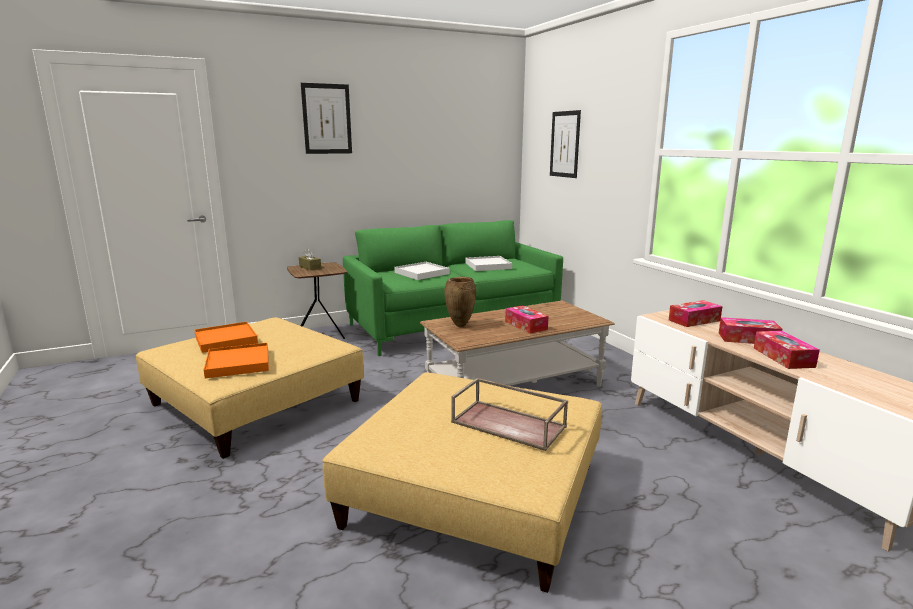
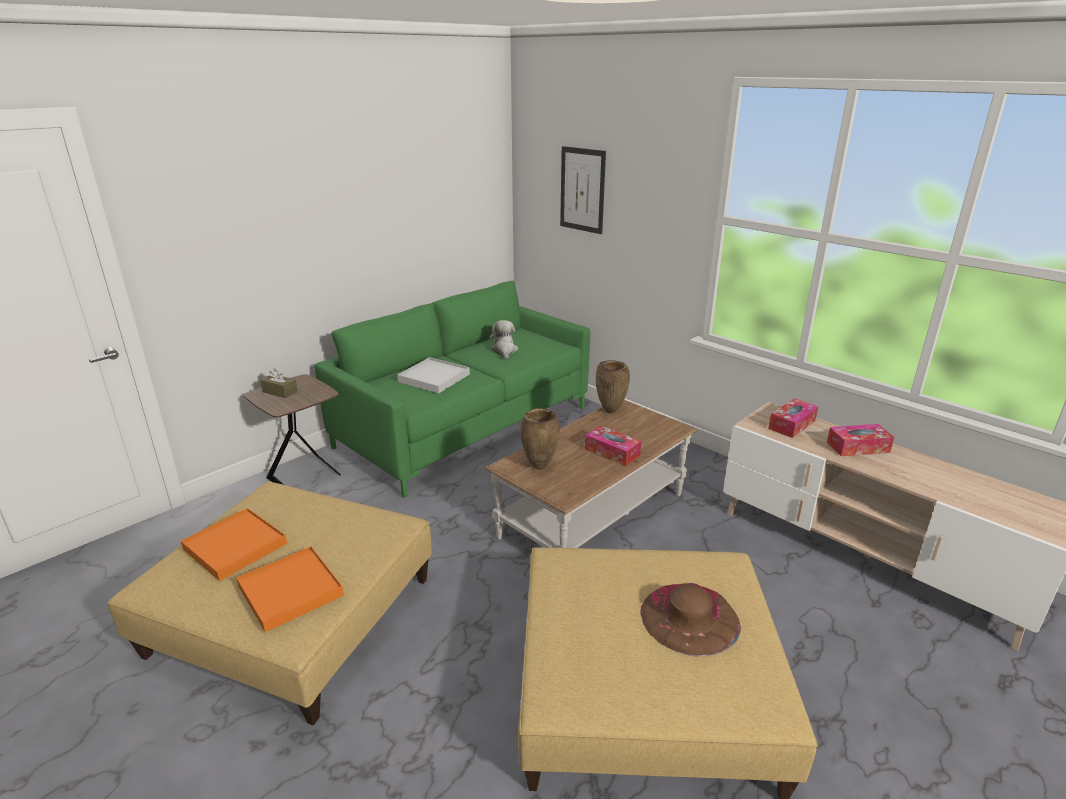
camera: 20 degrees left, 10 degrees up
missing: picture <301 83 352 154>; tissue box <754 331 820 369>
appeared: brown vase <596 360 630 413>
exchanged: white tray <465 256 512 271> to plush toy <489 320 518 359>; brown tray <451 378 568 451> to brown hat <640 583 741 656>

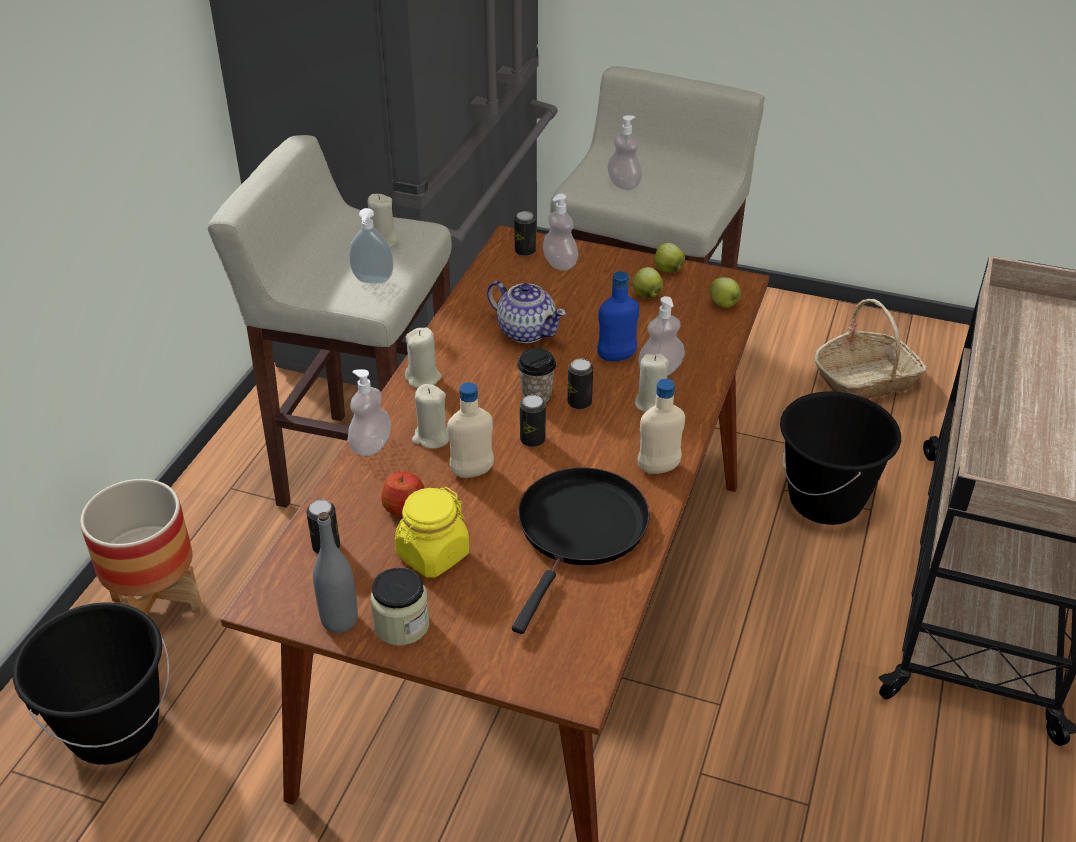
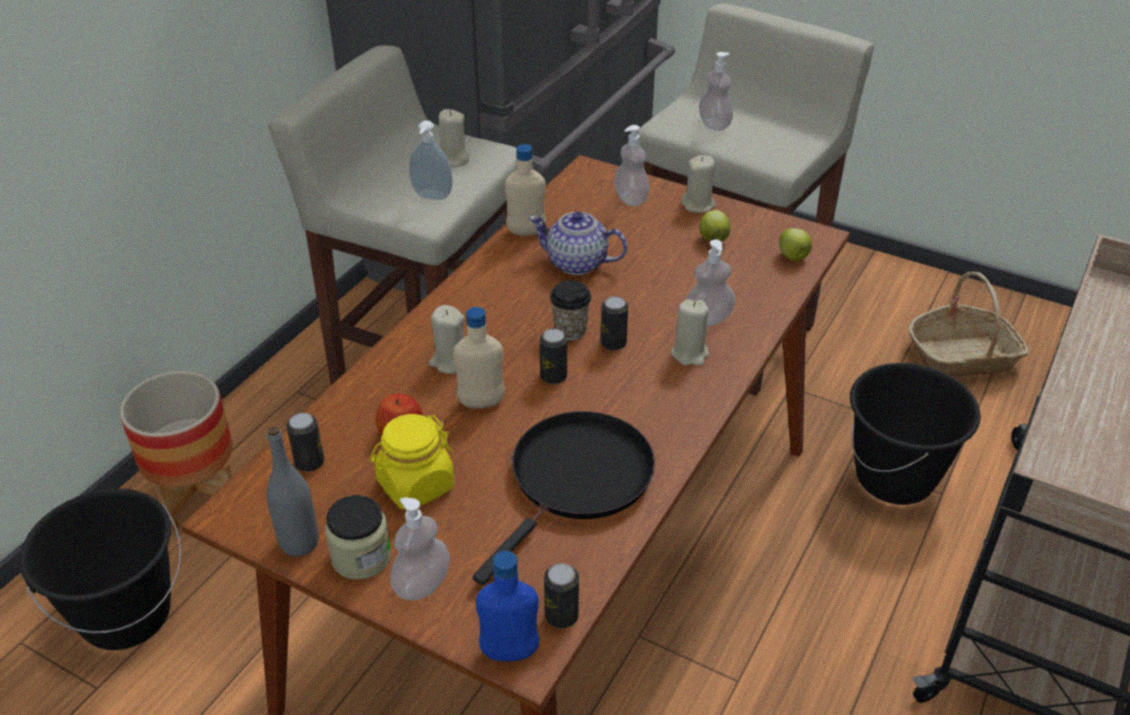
camera: 10 degrees right, 0 degrees up
missing: apple <654 243 685 272>
relocated: soap dispenser <348 369 391 456> to <390 497 450 600>; blue bottle <597 271 639 361> to <476 551 540 662>; beige bottle <638 379 685 474> to <505 144 546 236>; can <514 211 536 256> to <544 563 579 628>; beige candle <405 328 442 388> to <681 155 716 213>
spun: teapot <487 281 566 343> = <529 211 627 275> 150 degrees clockwise

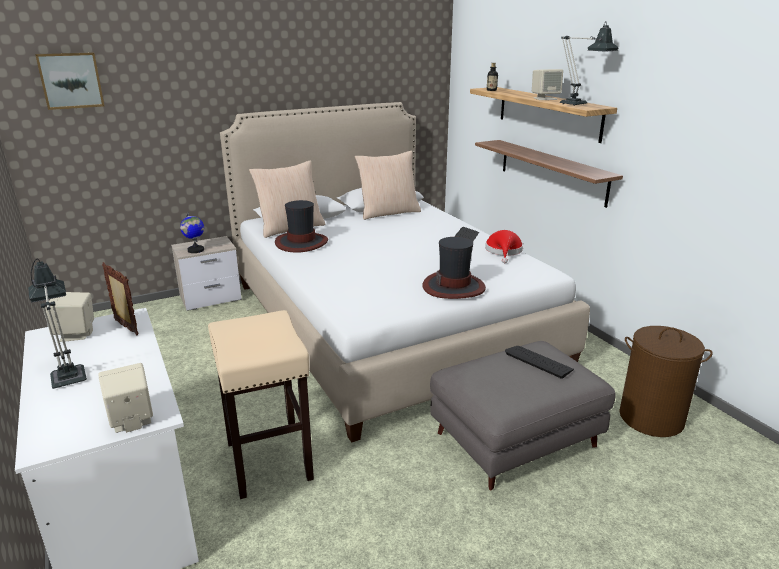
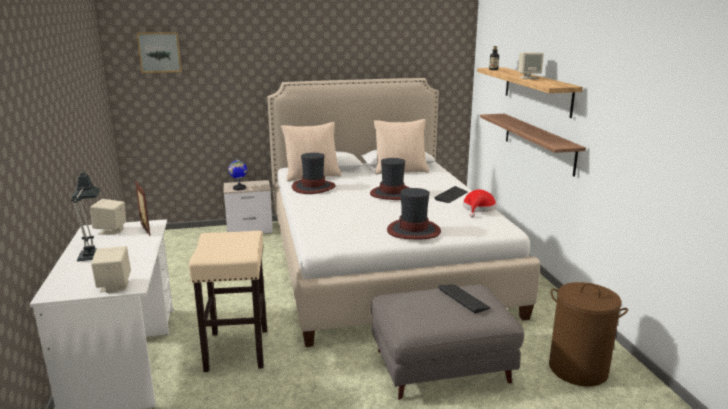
camera: 15 degrees right, 5 degrees down
missing: table lamp <560 22 619 106>
appeared: hat <370 158 410 200>

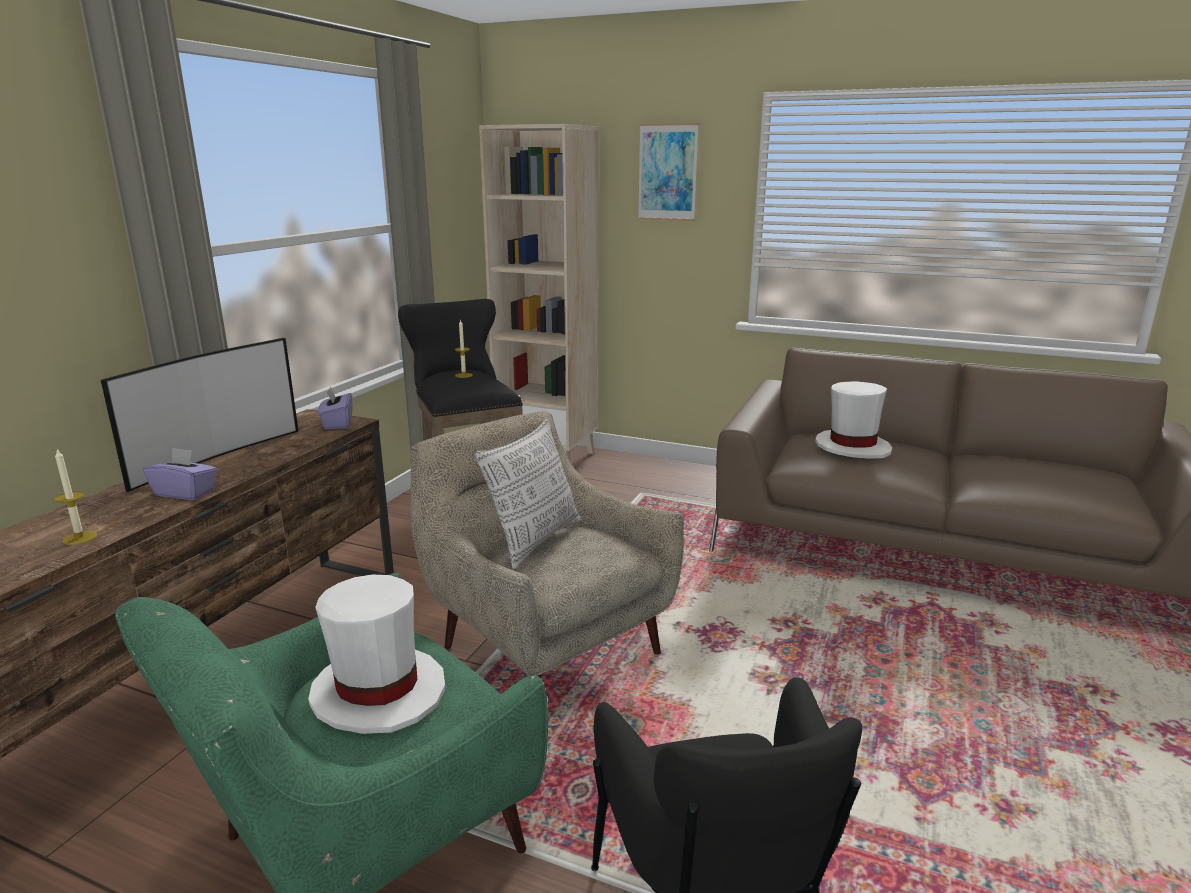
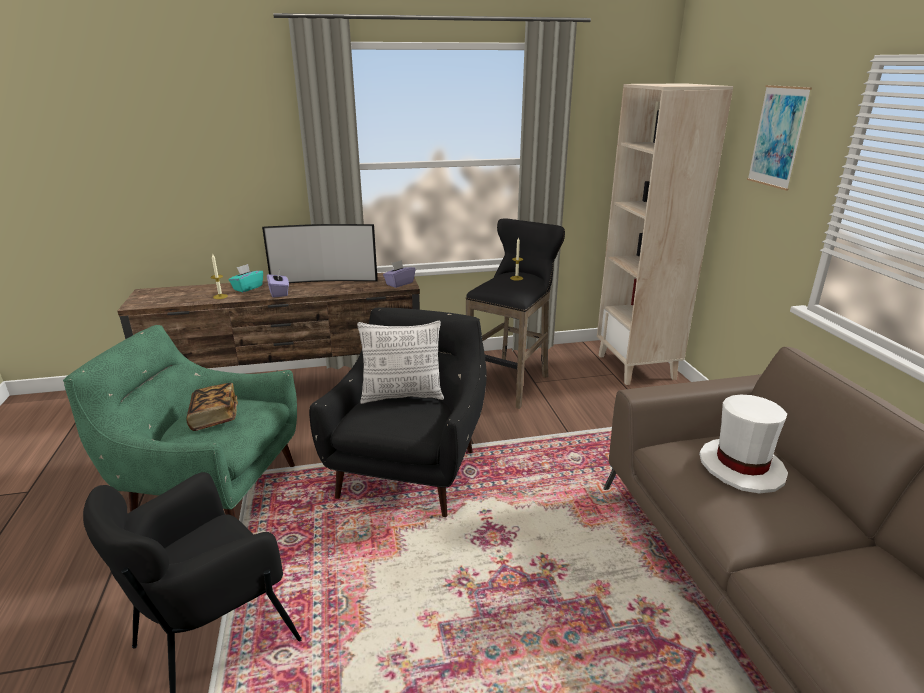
camera: 55 degrees right, 5 degrees up
appeared: turquoise tissue box <229 264 263 292>
exchanged: white hat <308 575 446 734> to book <186 383 238 431>
colour: beige armchair <410 411 684 678> to black armchair <309 308 487 517>

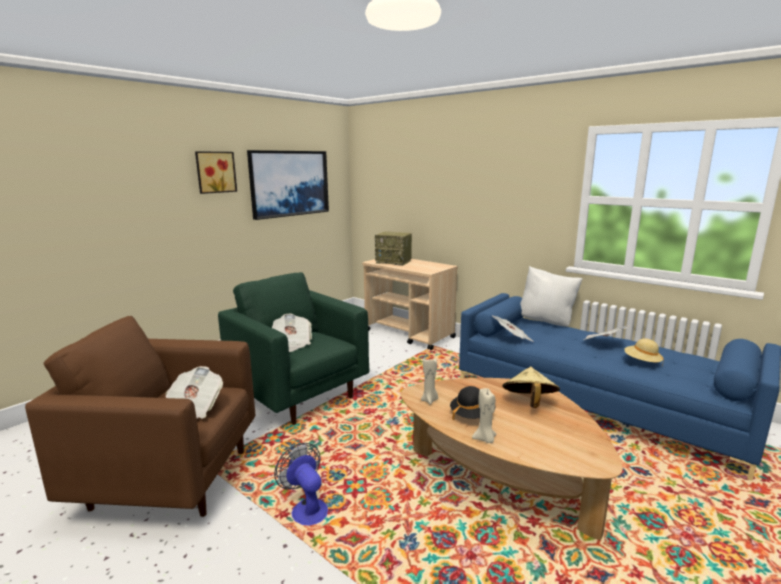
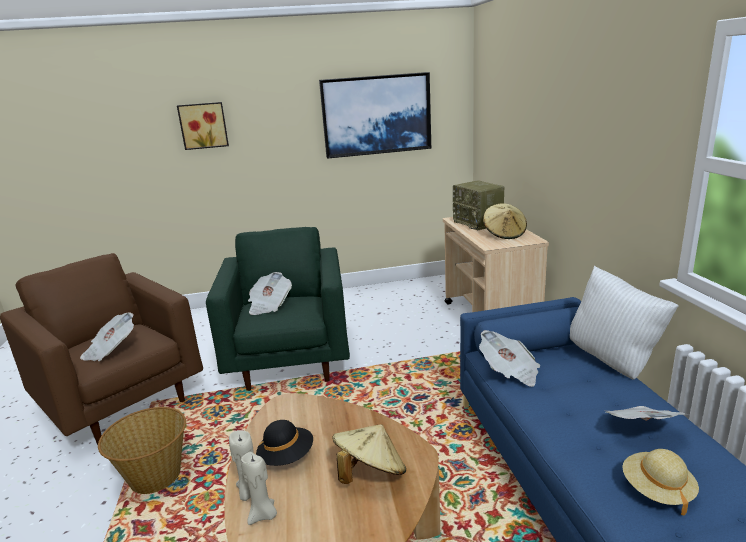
camera: 40 degrees right, 5 degrees up
appeared: beige hat <483 203 527 239>
relocated: picture <195 151 237 194> to <177 102 229 150>; beige candle <421 358 438 405> to <241 452 277 525>
exchanged: fan <274 443 328 525> to basket <98 407 186 494>

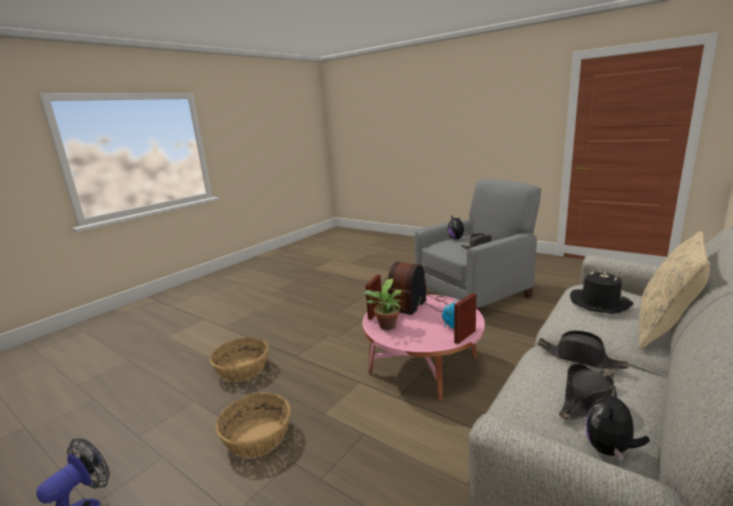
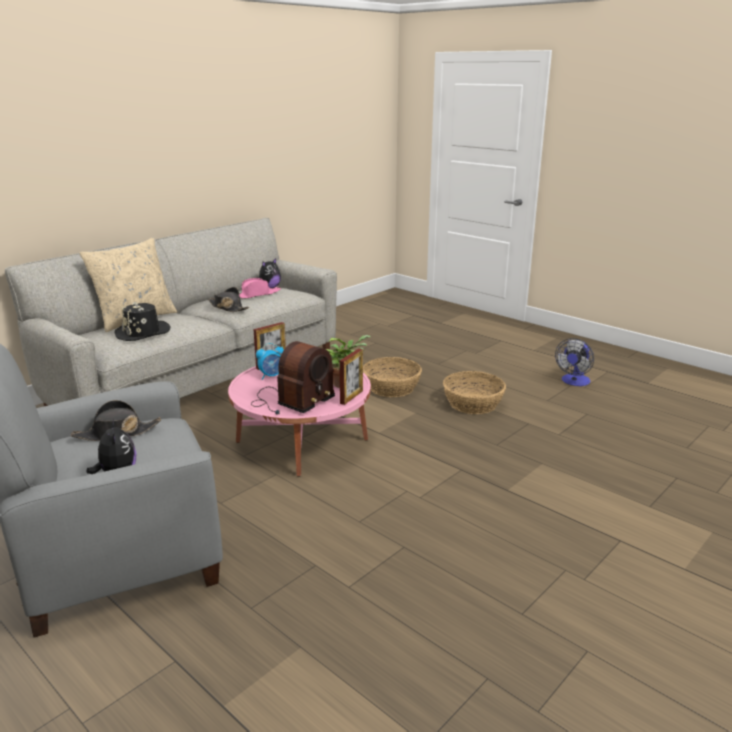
camera: 175 degrees left, 5 degrees up
relocated: basket <210 337 268 382> to <363 357 422 397>
colour: black hat <559 363 614 420> to pink hat <239 278 281 299>

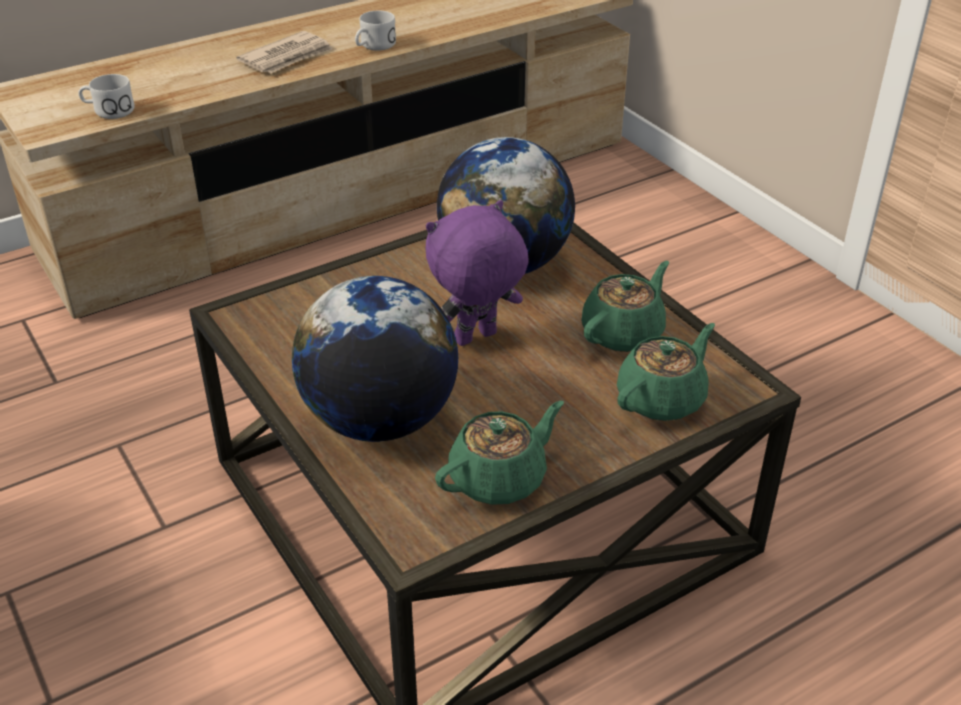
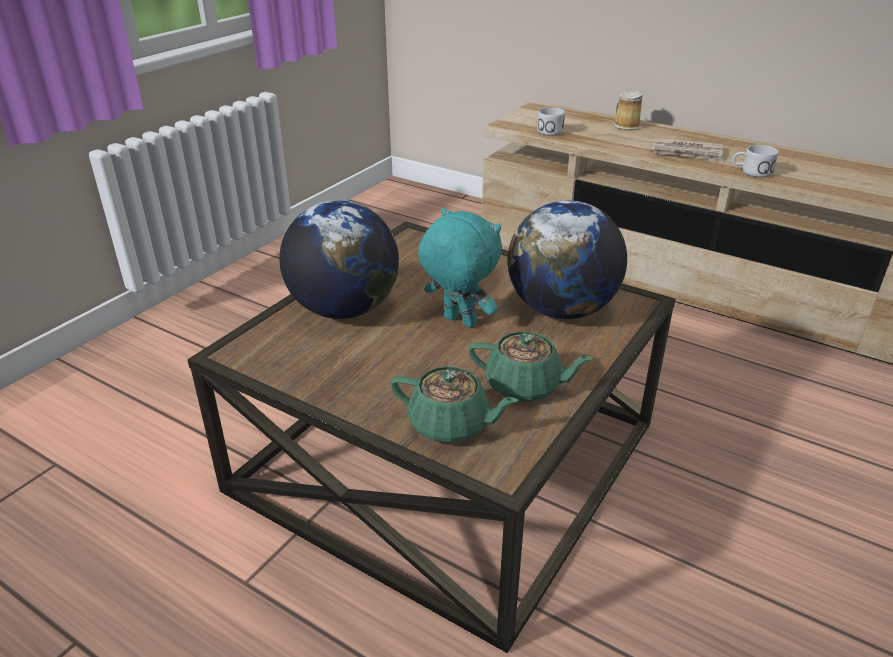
camera: 65 degrees right, 5 degrees down
missing: green teapot <435 401 564 505>
appeared: mug <614 90 644 130>
colour: purple plush toy <426 200 529 346> to turquoise plush toy <418 208 502 327>

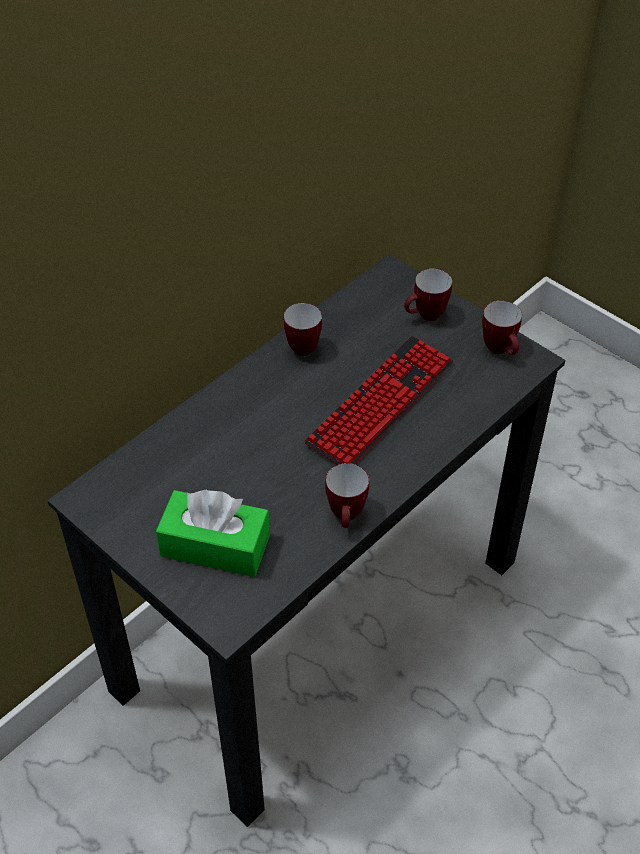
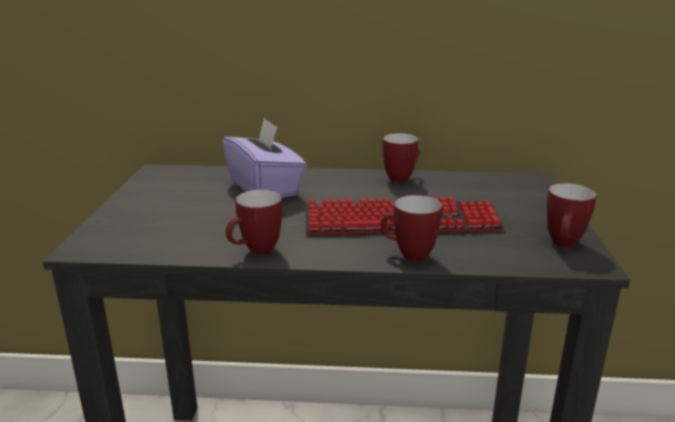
camera: 50 degrees right, 25 degrees down
missing: green tissue box <156 490 270 577>
appeared: purple tissue box <222 118 307 198>
relocated: mug <404 269 452 321> to <381 195 442 262>

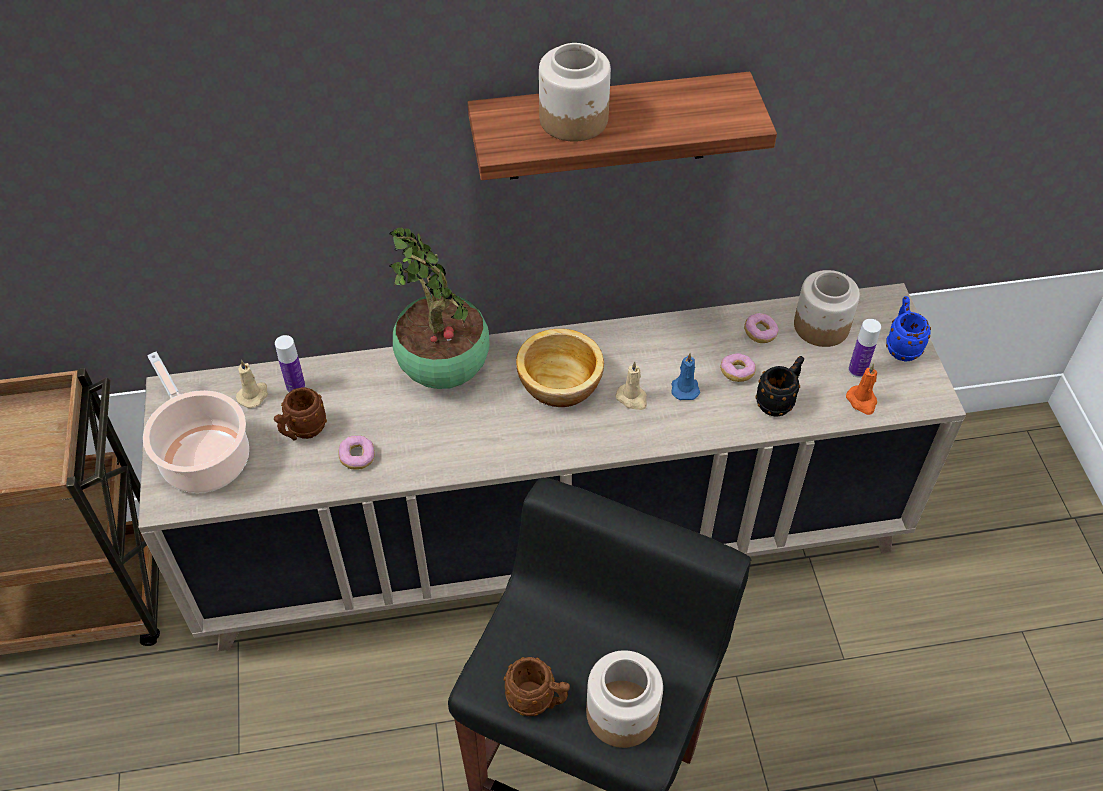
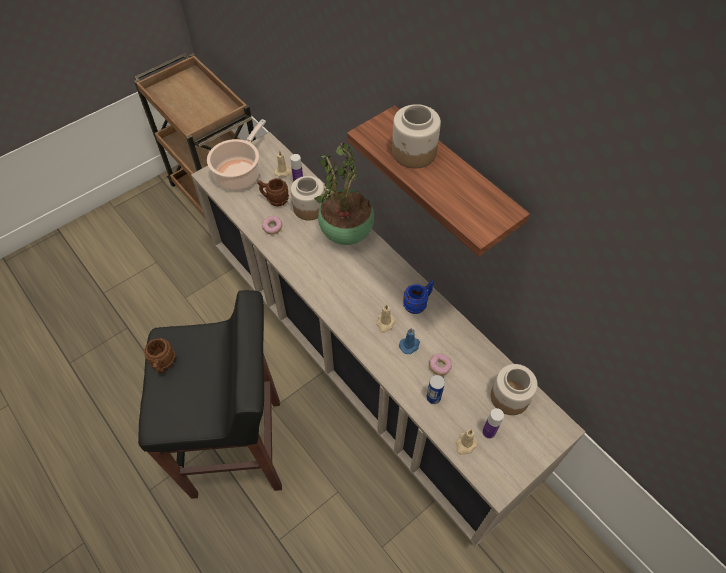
camera: 60 degrees right, 5 degrees up
missing: bowl <516 329 604 407>; donut <744 313 778 343>
relocated: jar <586 650 663 748> to <291 176 325 220>; blue mug <886 296 931 361> to <403 280 434 314>
exchanged: black mug <756 356 804 417> to can <426 375 445 404>
colour: orange candle <846 364 877 415> to beige candle <456 429 478 455>

